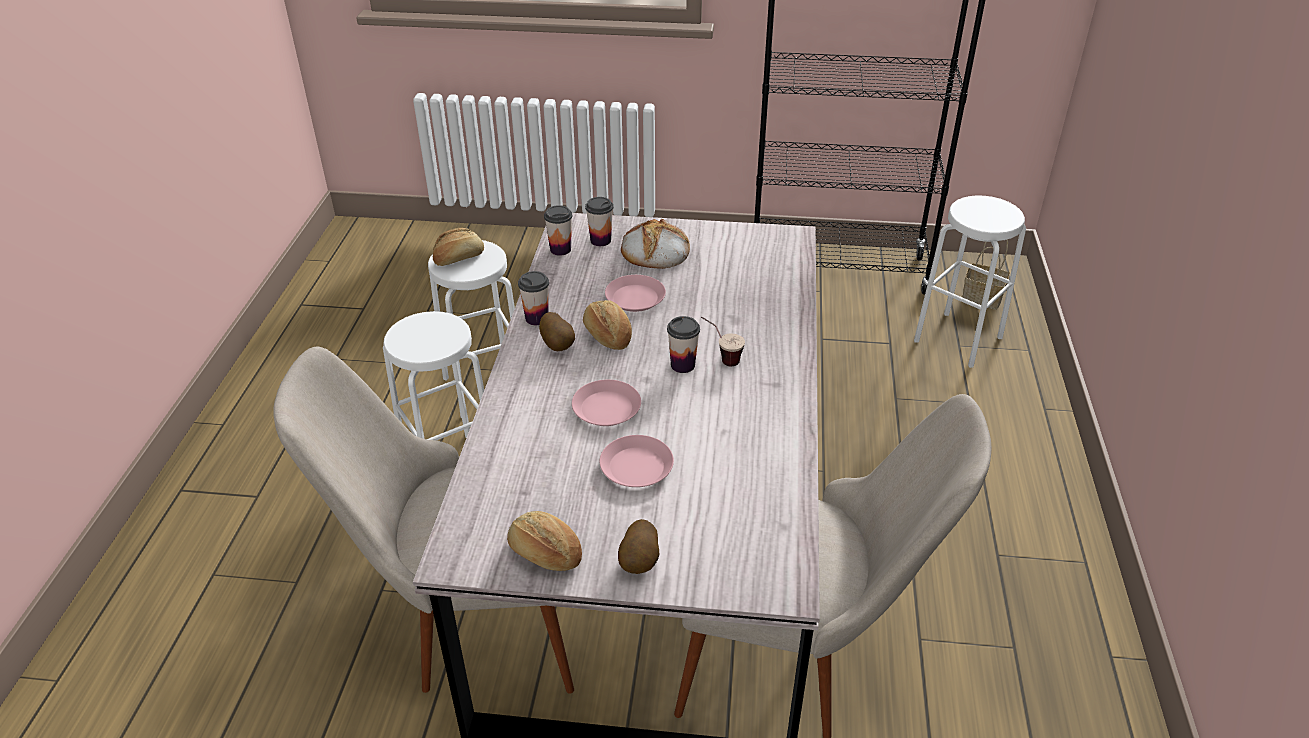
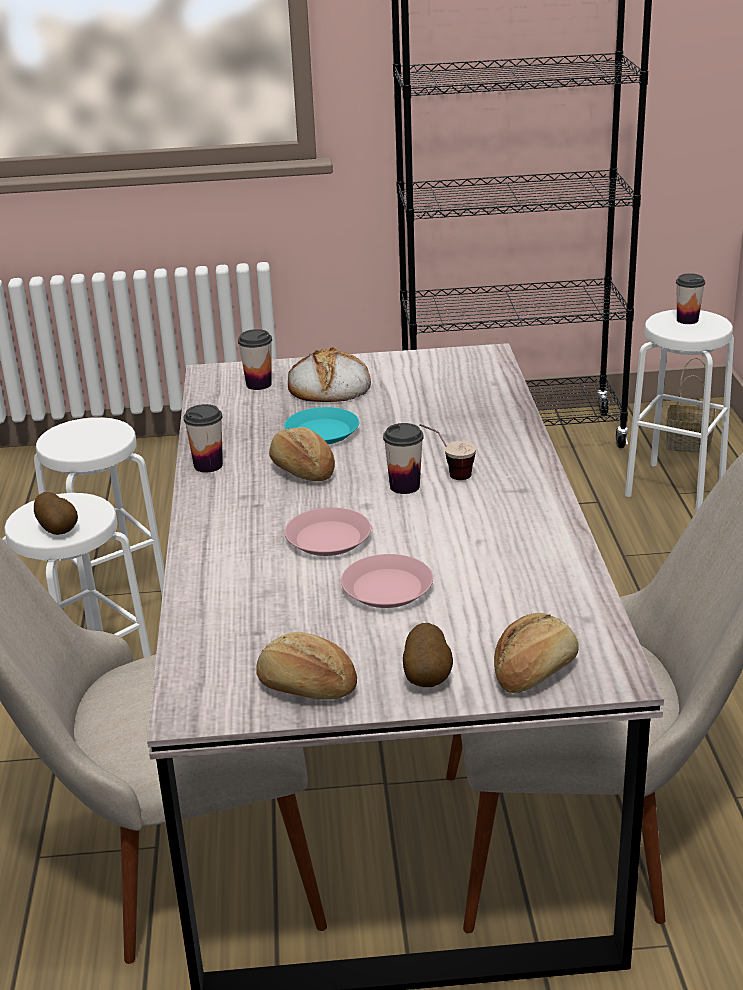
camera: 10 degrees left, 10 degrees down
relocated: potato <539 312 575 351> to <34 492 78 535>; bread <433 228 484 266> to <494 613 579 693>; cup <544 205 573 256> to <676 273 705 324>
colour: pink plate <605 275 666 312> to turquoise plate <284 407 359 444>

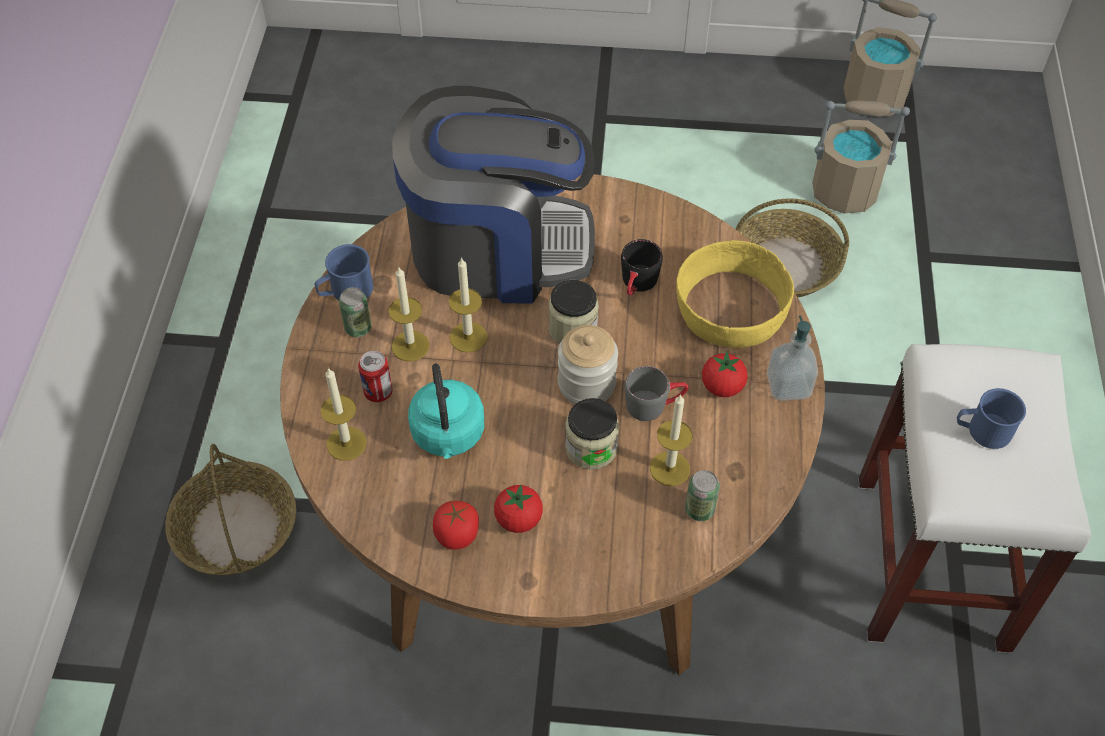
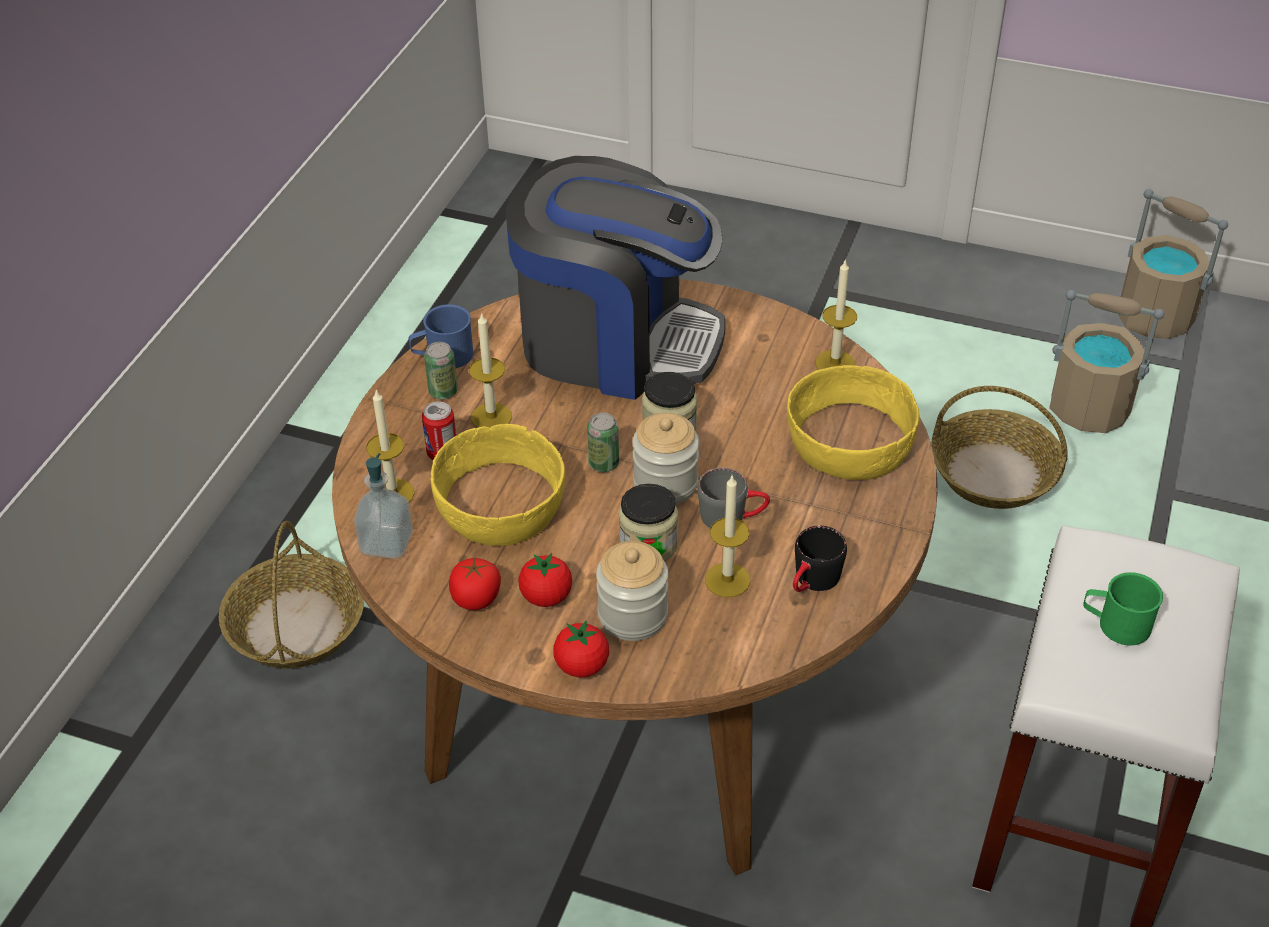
camera: 15 degrees right, 10 degrees down
appeared: jar <596 541 668 641>
relocated: soap dispenser <767 315 818 401> to <354 453 413 559>; tomato <702 351 748 397> to <553 620 609 677>; can <685 470 720 521> to <587 412 619 472>; black mug <621 239 663 296> to <793 526 847 592>; candle <449 257 487 353> to <815 259 857 370>
exchanged: turquoise kettle <408 364 484 459> to yellow bowl <430 424 565 546>
colour: blue mug <957 388 1026 449> to green mug <1083 572 1163 646>

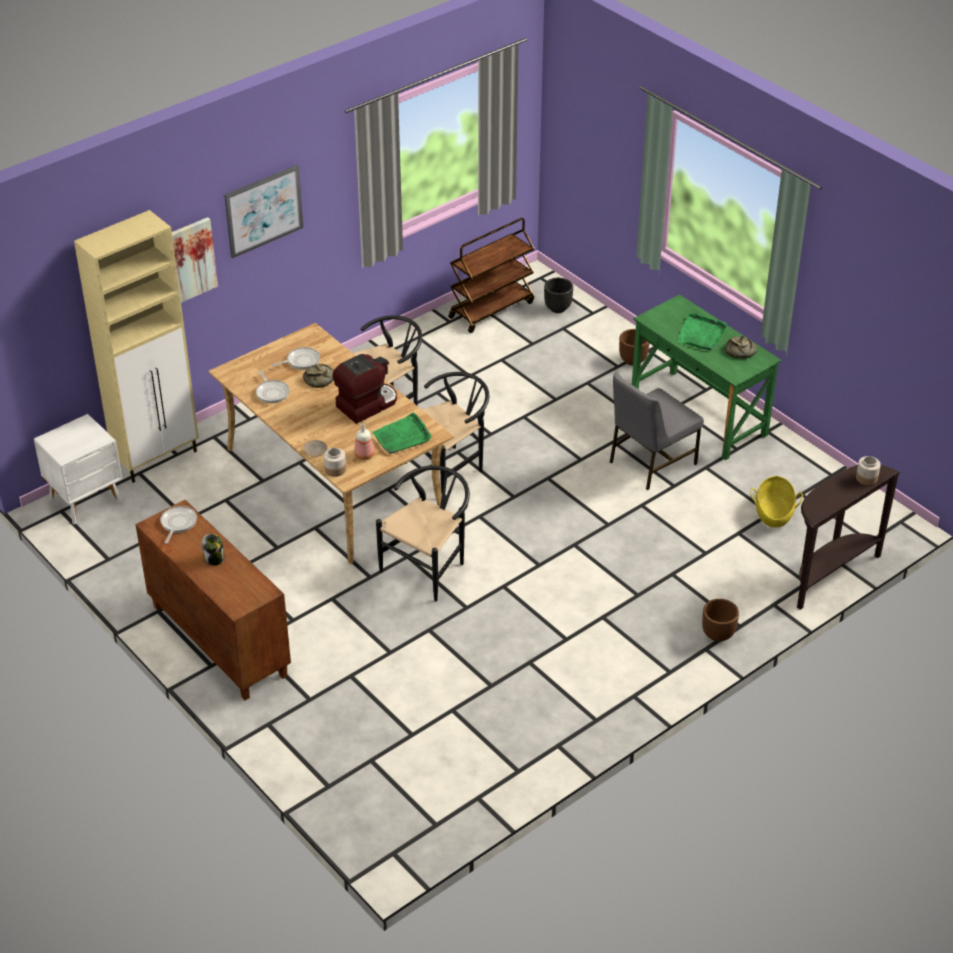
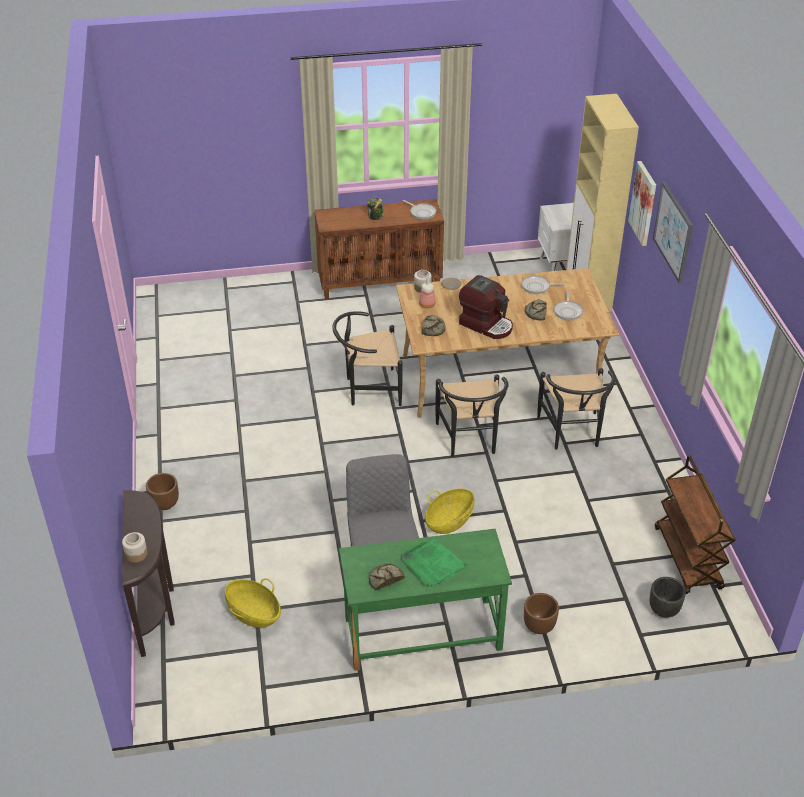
camera: 120 degrees right, 0 degrees up
appeared: basket <425 488 475 534>
exchanged: green tray <372 412 432 454> to bread <422 315 445 336>
spun: black chair <376 465 470 602> = <332 311 403 406> 105 degrees clockwise; coffee machine <332 354 397 424> = <459 275 513 339> 45 degrees counterclockwise

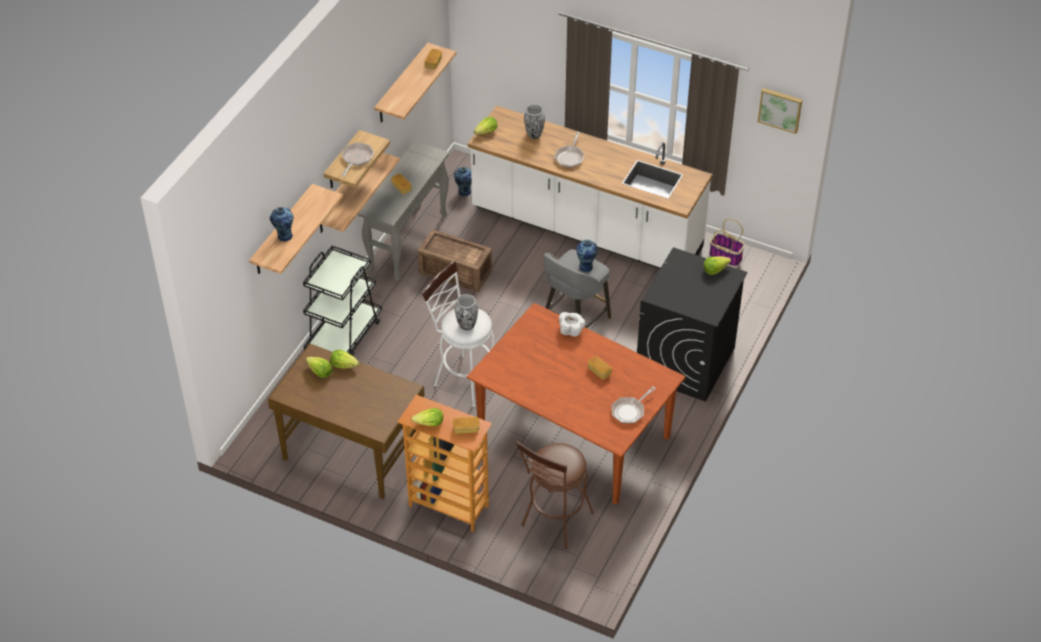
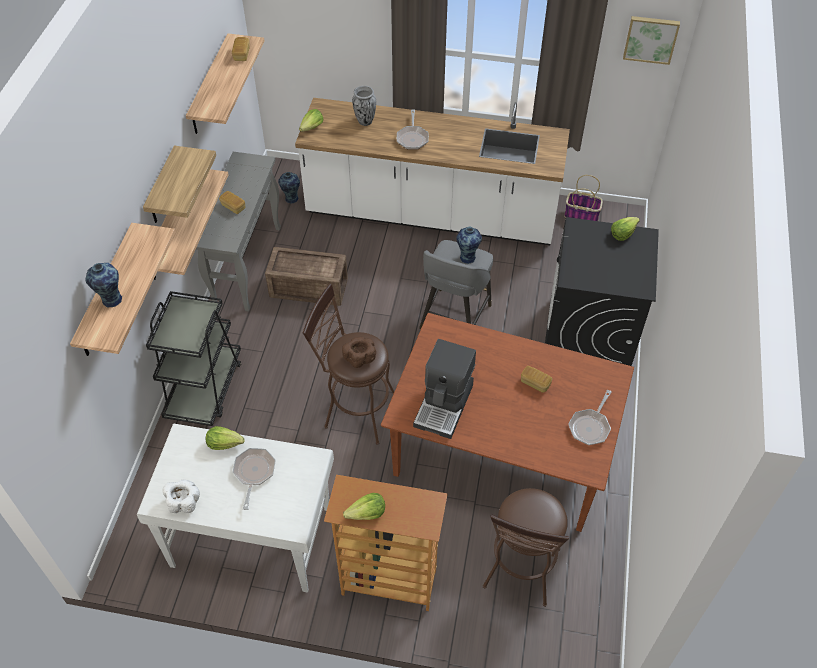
camera: 15 degrees left, 5 degrees up
missing: lettuce <306 357 332 378>; bread <453 417 479 434>
appeared: coffee machine <413 339 476 439>
relocated: white bowl <559 312 585 337> to <162 480 200 513>; frying pan <342 142 374 176> to <233 448 276 510>
exchanged: vase <455 294 478 330> to brown bowl <342 337 376 368>
colour: brown desk <268 344 425 499> to white desk <137 424 334 593>; white stool <422 261 495 407> to brown stool <303 284 394 445>

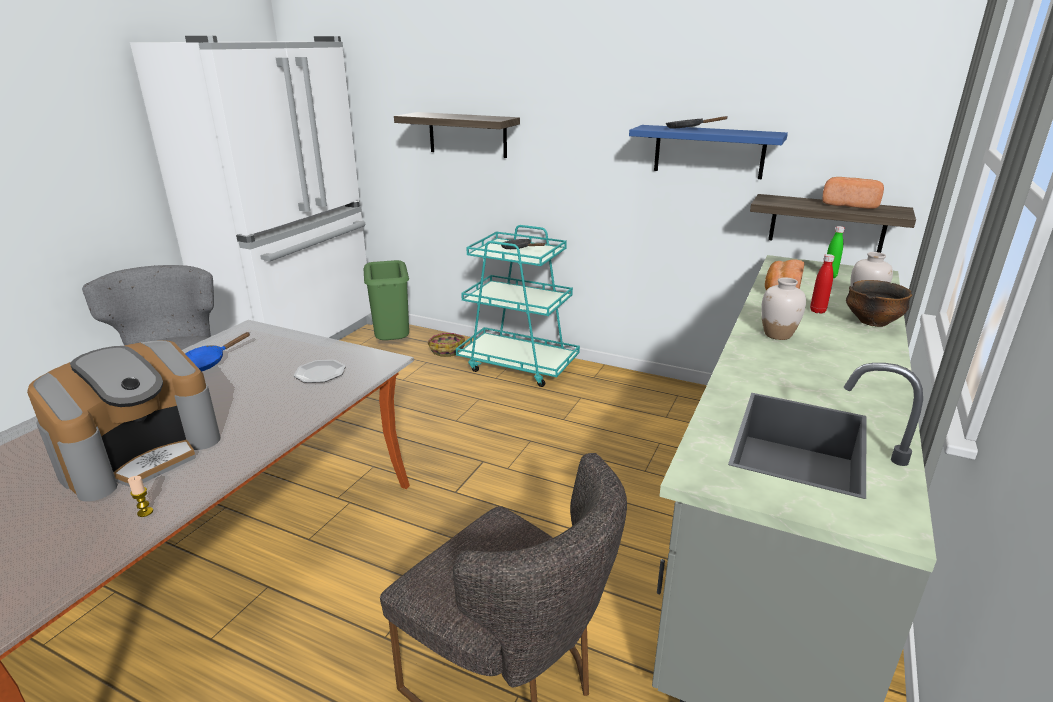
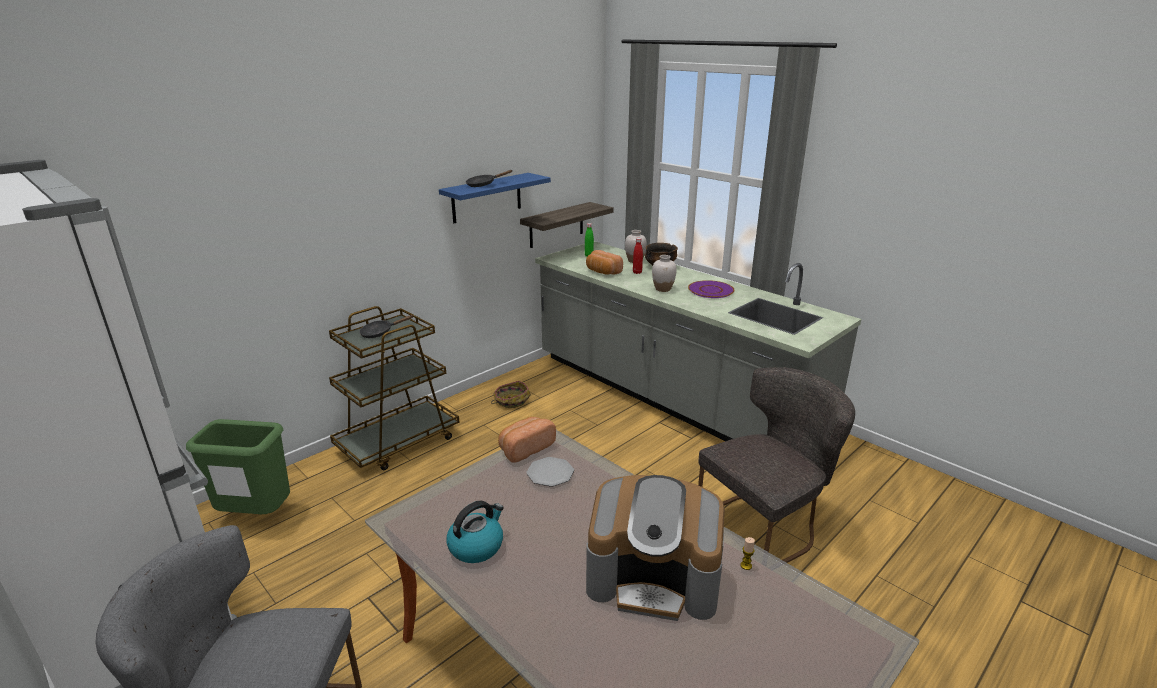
camera: 70 degrees left, 0 degrees up
missing: shelf <394 112 520 158>
appeared: purple plate <688 280 735 298>
relocated: basket <428 333 465 357> to <491 381 531 408>; bread <822 177 884 209> to <498 417 556 463>
exchanged: blue frying pan <185 332 250 372> to kettle <446 500 504 563>
colour: turquoise cart <456 225 580 387> to brown cart <329 306 460 470>
spun: coffee machine <27 340 220 502> = <586 475 725 621> 135 degrees clockwise

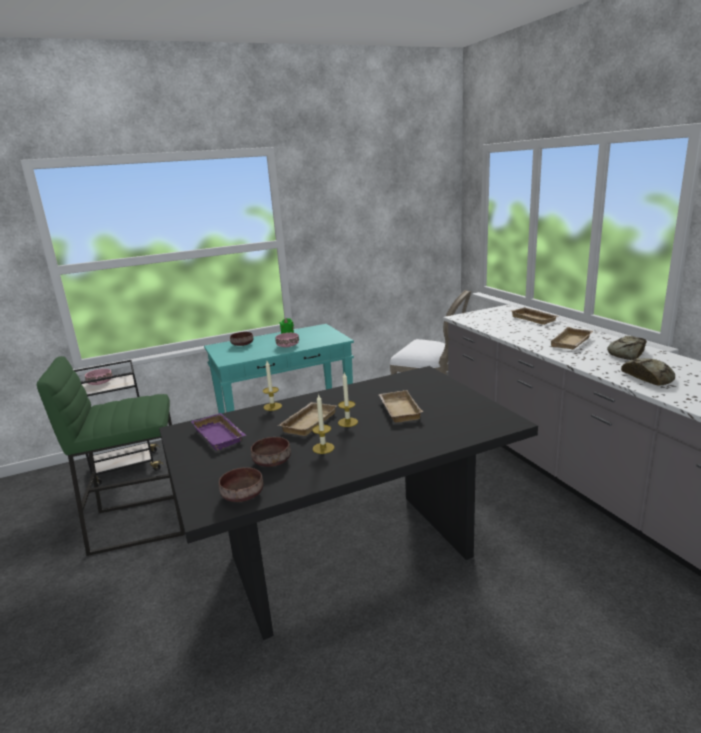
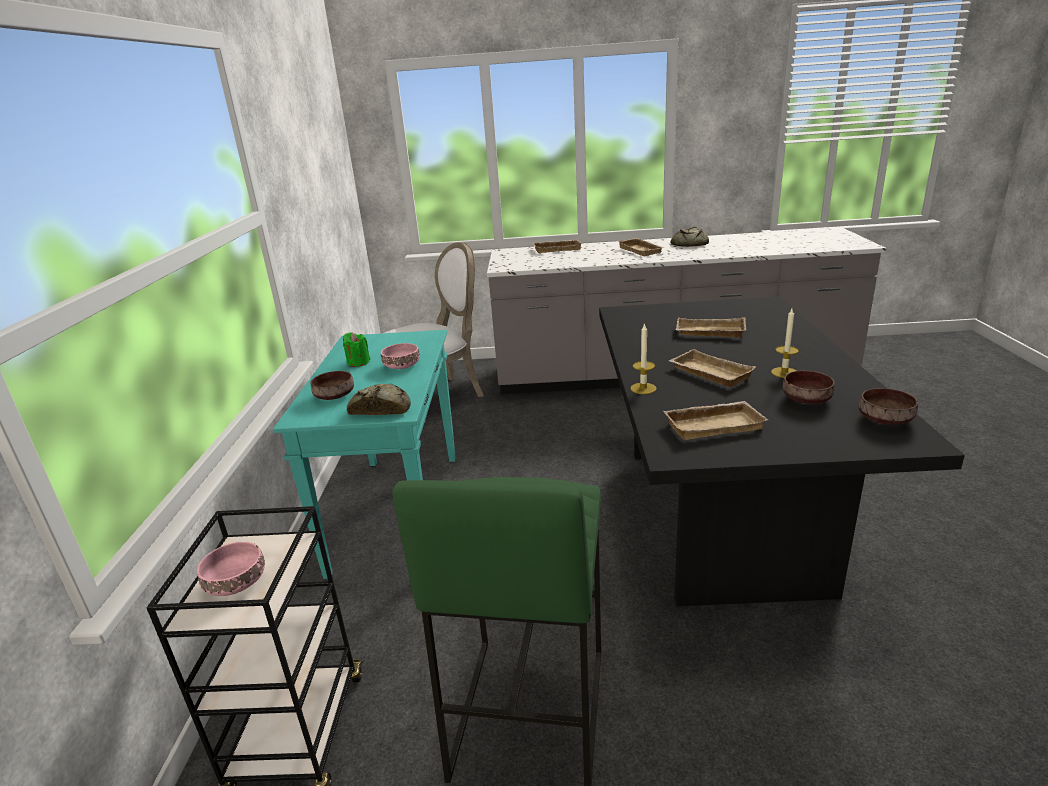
camera: 65 degrees left, 5 degrees up
missing: candle <338 372 358 427>
relocated: bread <621 358 675 386> to <347 384 411 415>
colour: purple tray <191 413 246 451> to beige tray <664 401 768 440>

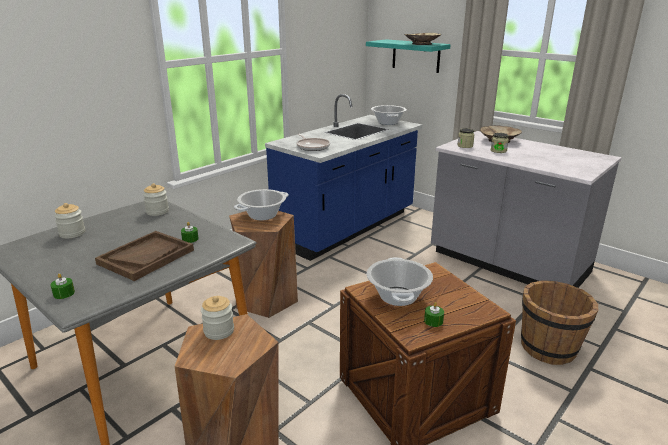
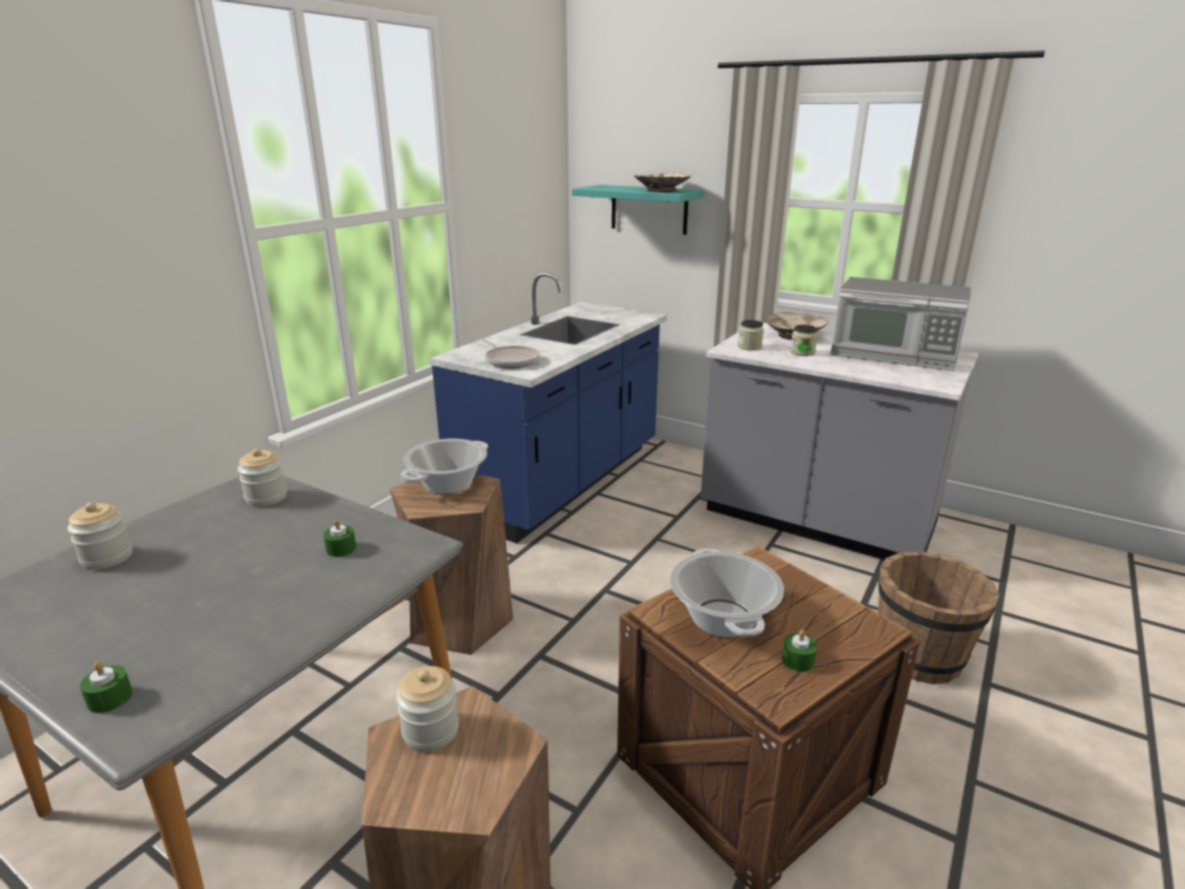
camera: 10 degrees left, 0 degrees up
missing: brown tray <95 231 194 281>; cooking pot <371 105 407 125>
appeared: microwave <831 277 971 371>

